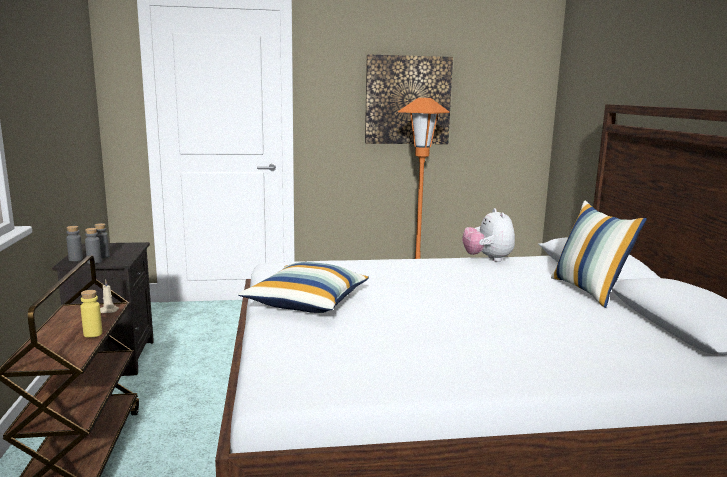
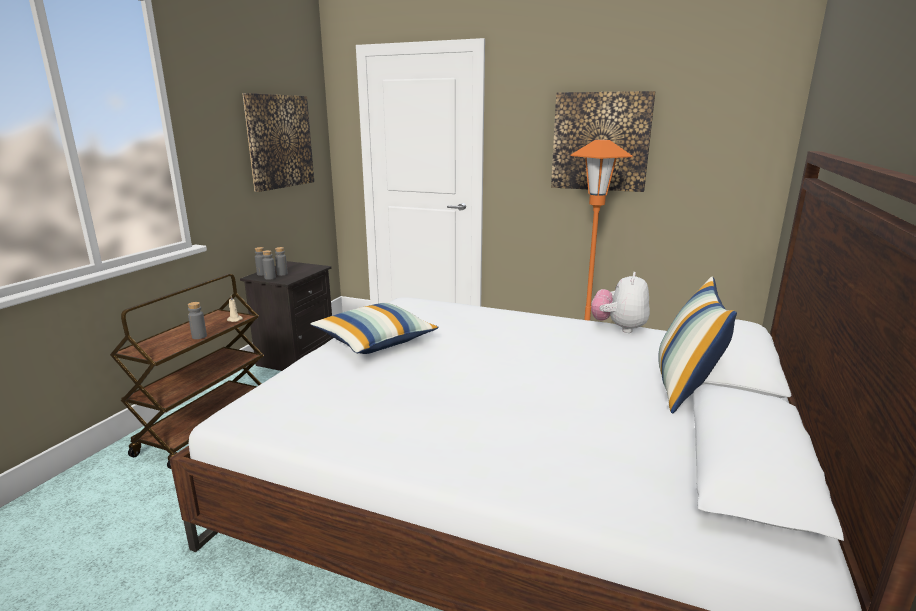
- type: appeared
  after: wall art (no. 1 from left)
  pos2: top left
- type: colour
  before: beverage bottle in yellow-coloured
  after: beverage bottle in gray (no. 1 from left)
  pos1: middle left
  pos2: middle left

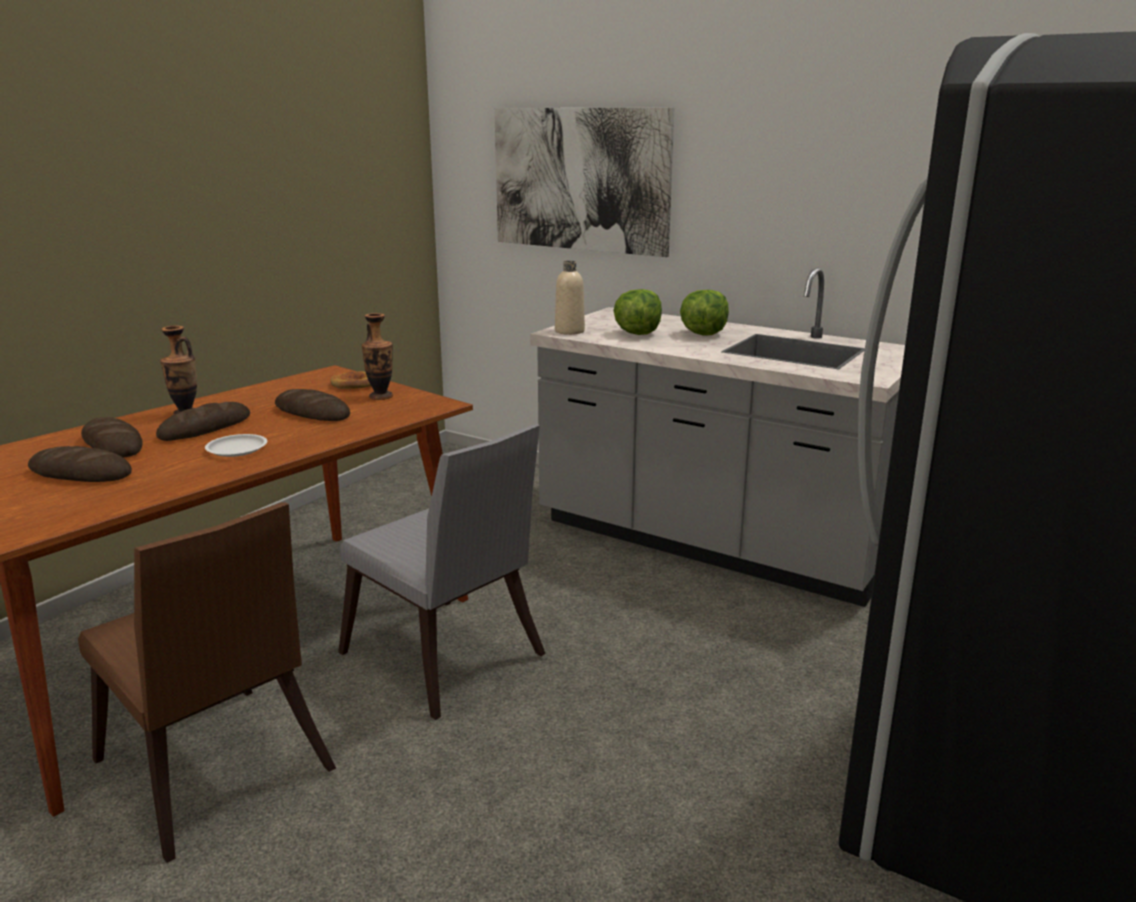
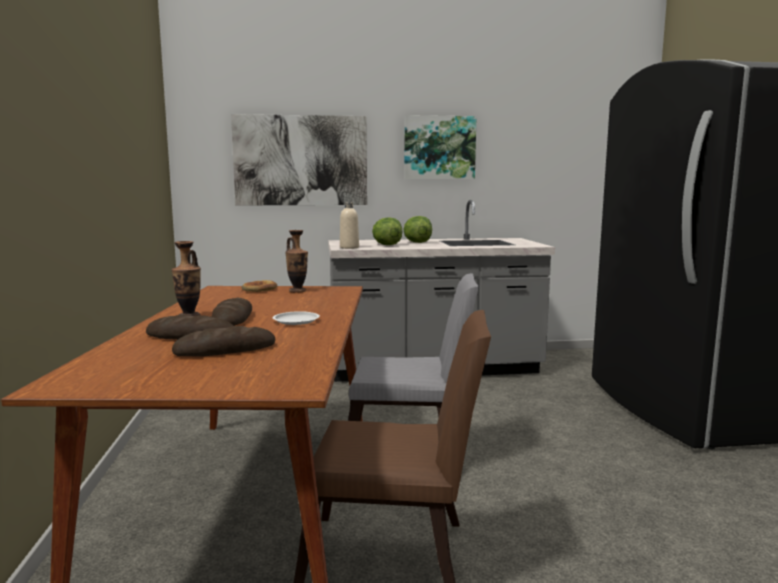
- type: missing
  before: bakery bread (no. 4 from left)
  pos1: middle left
- type: appeared
  after: wall art (no. 2 from left)
  pos2: top centre

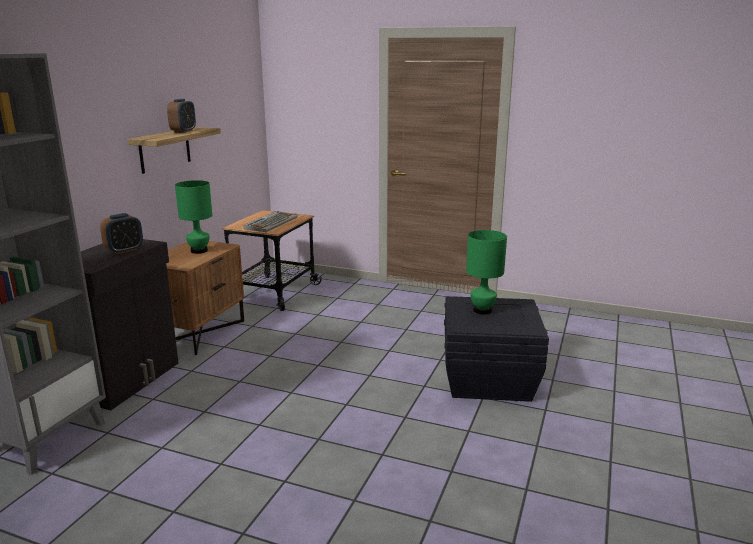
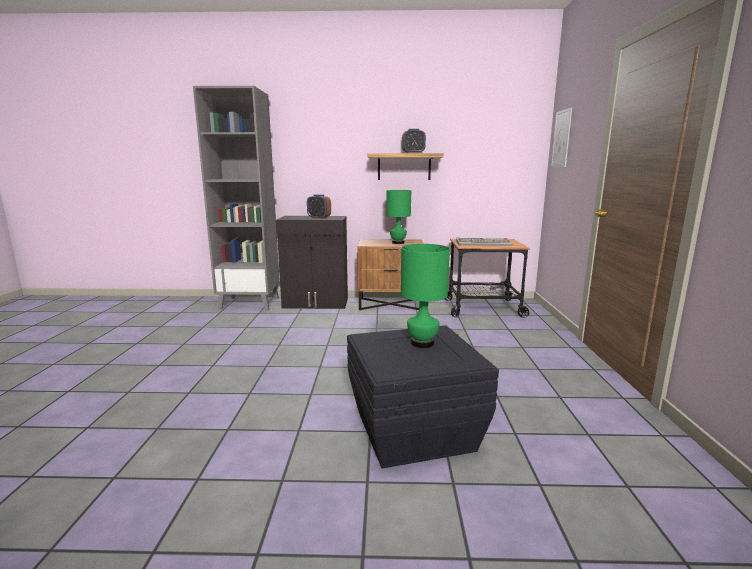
- type: appeared
  after: wall art
  pos2: top right

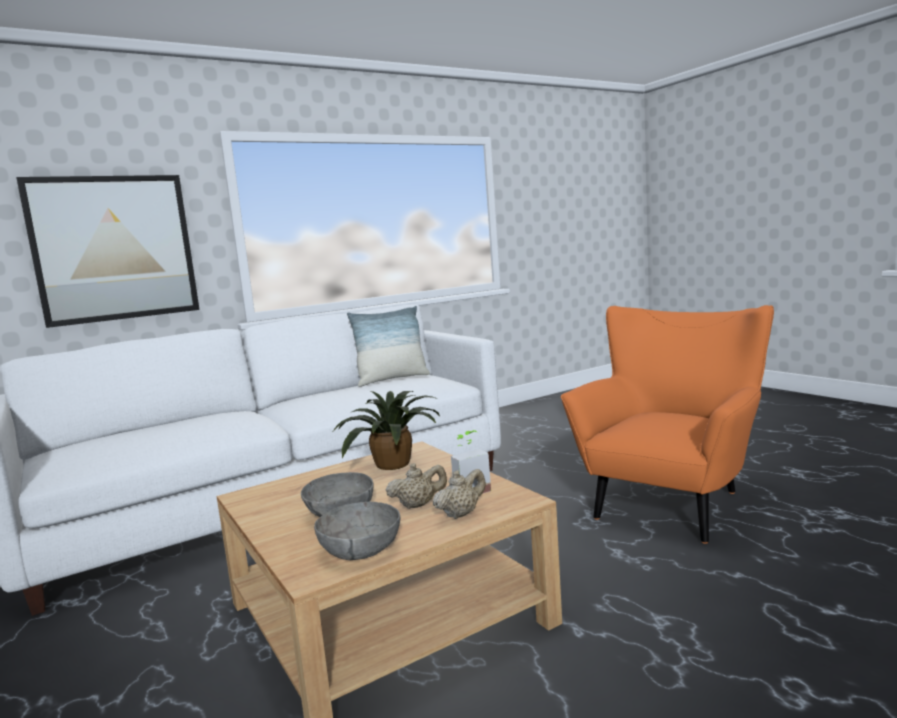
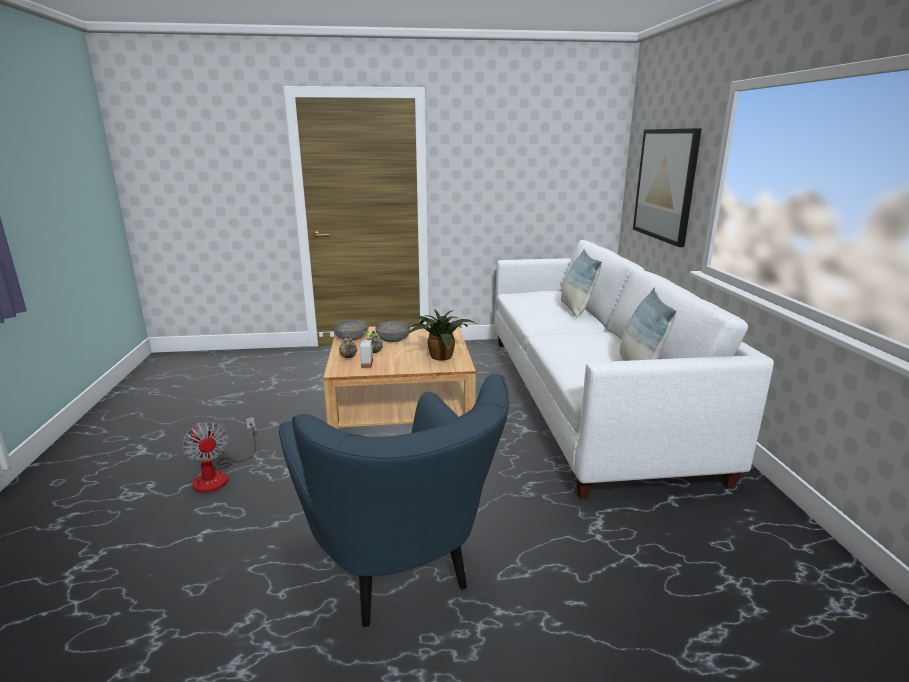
- type: appeared
  after: electric fan
  pos2: bottom left
- type: appeared
  after: throw pillow (no. 1 from left)
  pos2: centre
- type: colour
  before: armchair in orange
  after: armchair in bluish
  pos1: middle right
  pos2: bottom centre

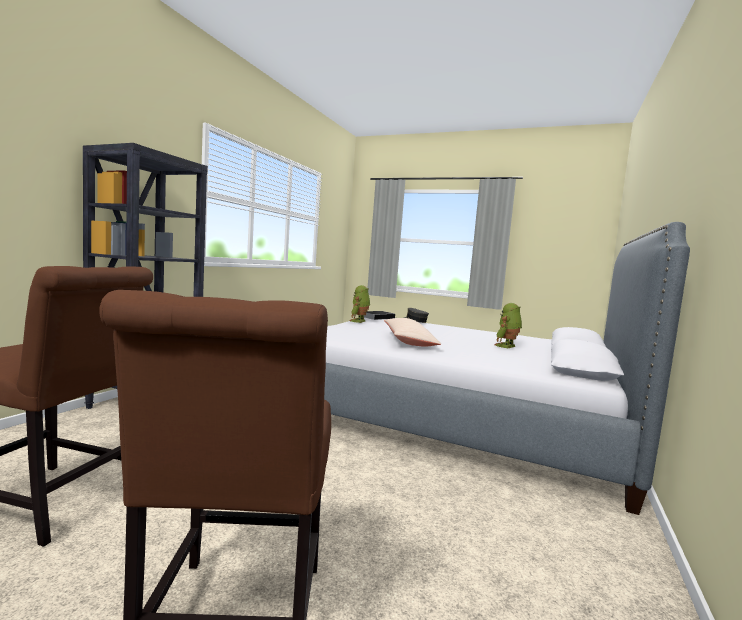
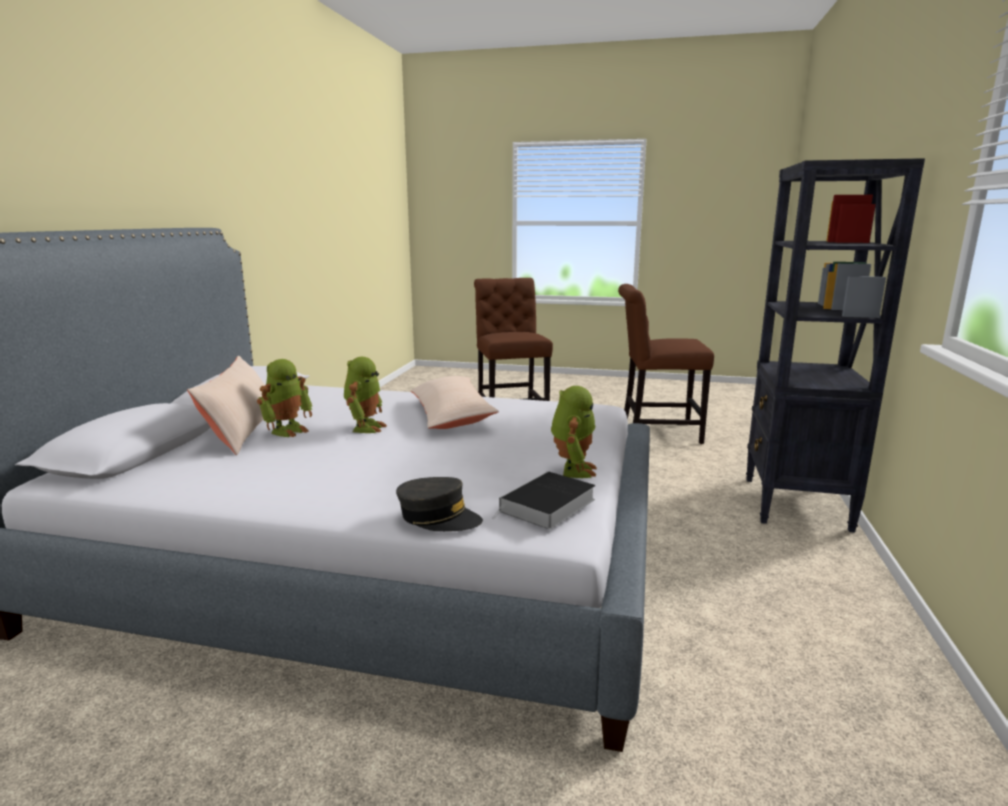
- type: appeared
  after: throw pillow in sand-coloured (no. 1 from left)
  pos2: middle left
- type: appeared
  after: toy robot (no. 2 from left)
  pos2: centre

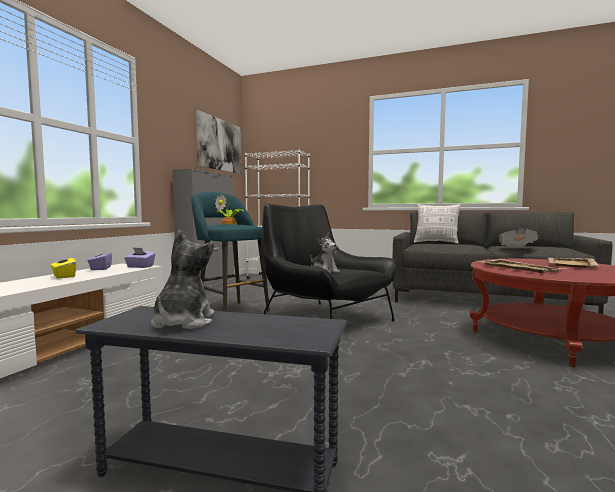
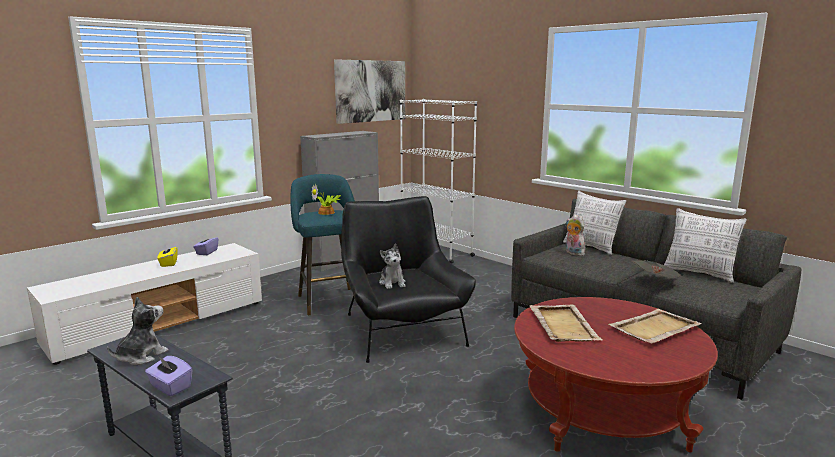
- type: appeared
  after: cuddly toy (no. 3 from left)
  pos2: middle right
- type: appeared
  after: throw pillow (no. 2 from left)
  pos2: middle right
- type: relocated
  before: tissue box in purplish (no. 2 from left in the first image)
  after: tissue box in purplish (no. 1 from left)
  pos1: middle left
  pos2: bottom left

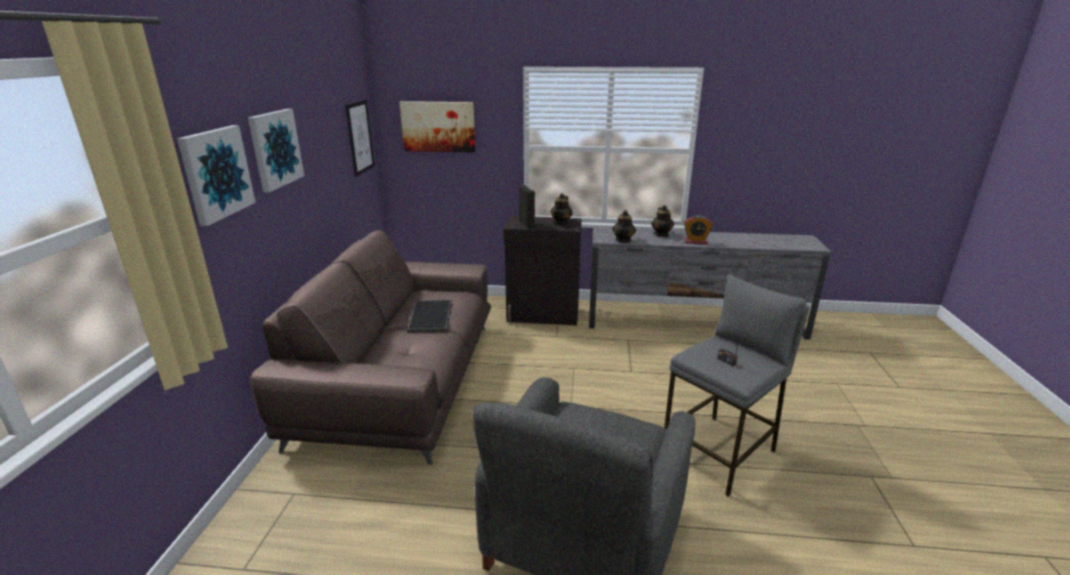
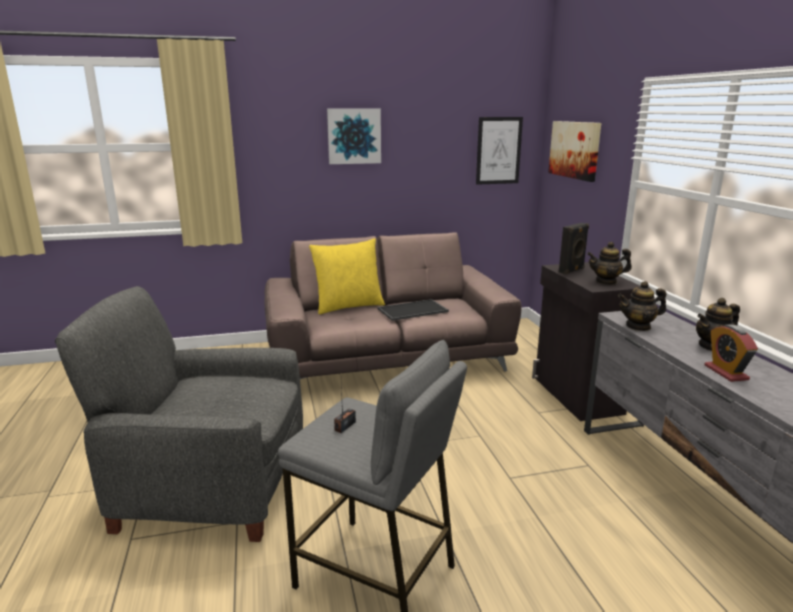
- type: missing
  before: wall art (no. 1 from left)
  pos1: top left
- type: appeared
  after: throw pillow in yellow-coloured
  pos2: centre

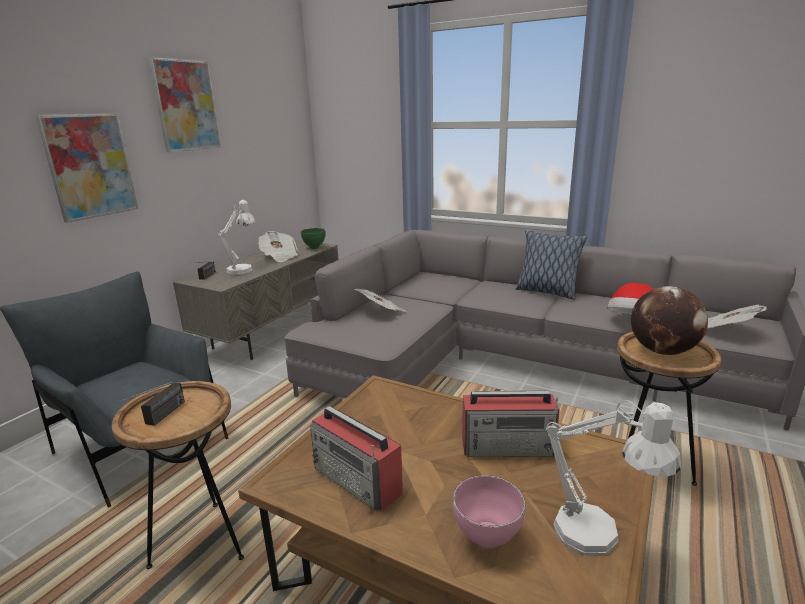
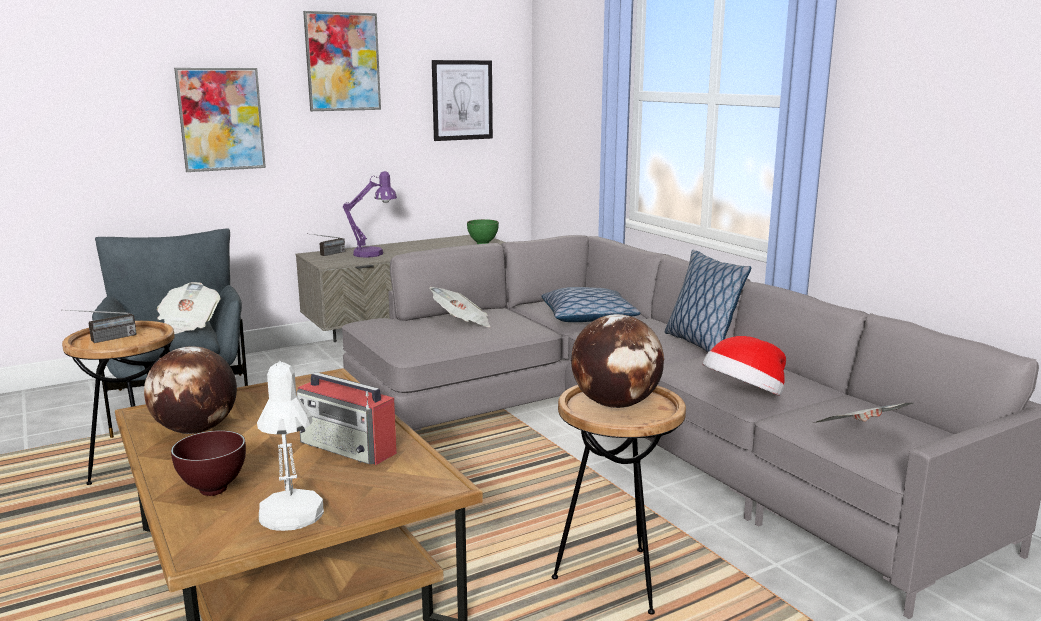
- type: appeared
  after: wall art (no. 3 from left)
  pos2: top centre
- type: appeared
  after: throw pillow (no. 1 from left)
  pos2: centre
- type: relocated
  before: newspaper (no. 1 from left)
  pos1: centre
  pos2: middle left
- type: exchanged
  before: radio receiver (no. 3 from left)
  after: world globe (no. 1 from left)
  pos1: bottom centre
  pos2: middle left
- type: colour
  before: table lamp in white-coloured (no. 1 from left)
  after: table lamp in purplish
  pos1: middle left
  pos2: centre
- type: colour
  before: bowl in pink
  after: bowl in brown-coloured
  pos1: bottom centre
  pos2: bottom left

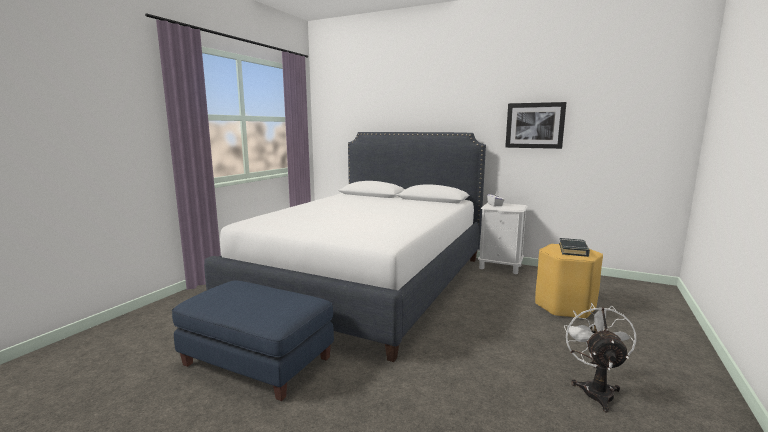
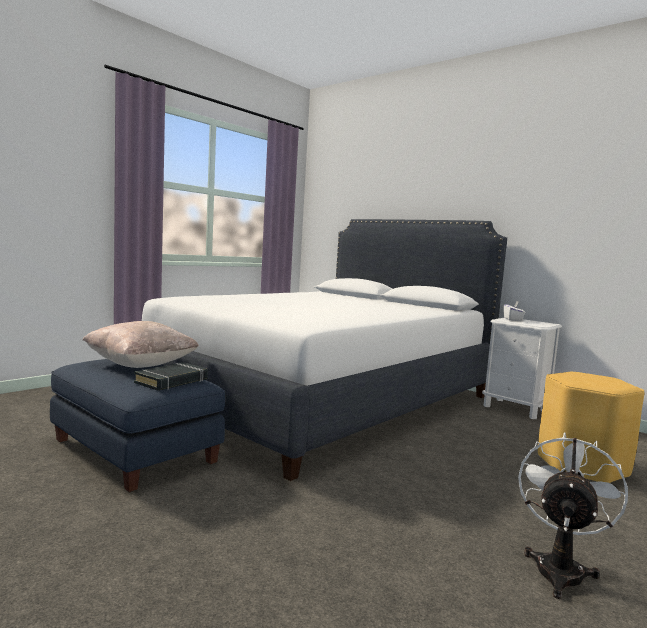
- type: missing
  before: wall art
  pos1: top right
- type: appeared
  after: throw pillow in sand-coloured
  pos2: middle left
- type: relocated
  before: book in black-coloured
  pos1: middle right
  pos2: middle left

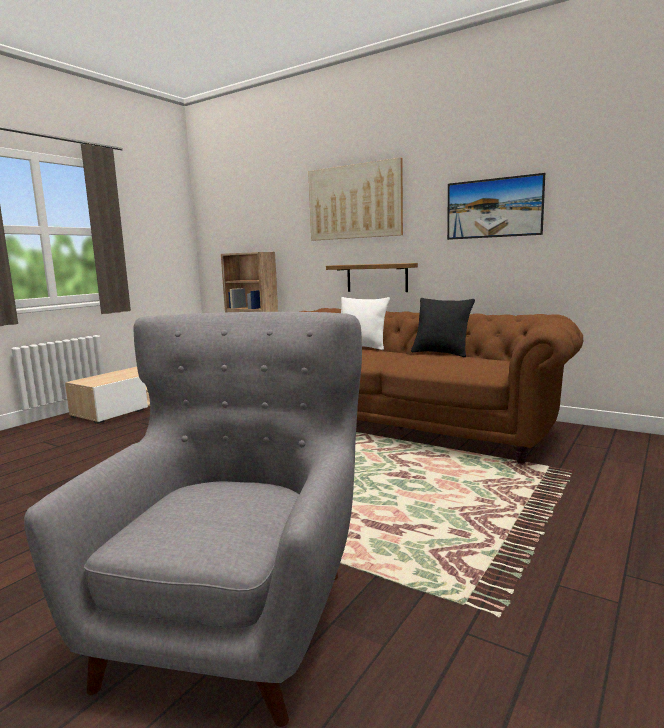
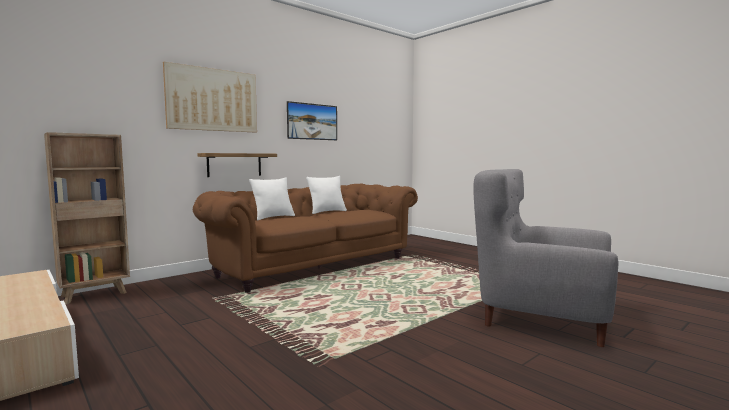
- type: colour
  before: throw pillow in black-coloured
  after: throw pillow in white-coloured (no. 2 from left)
  pos1: middle right
  pos2: centre

